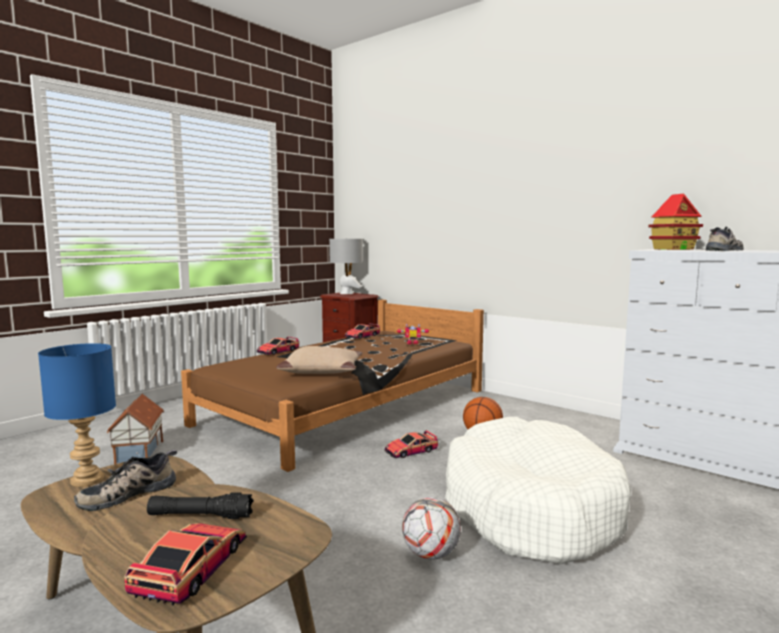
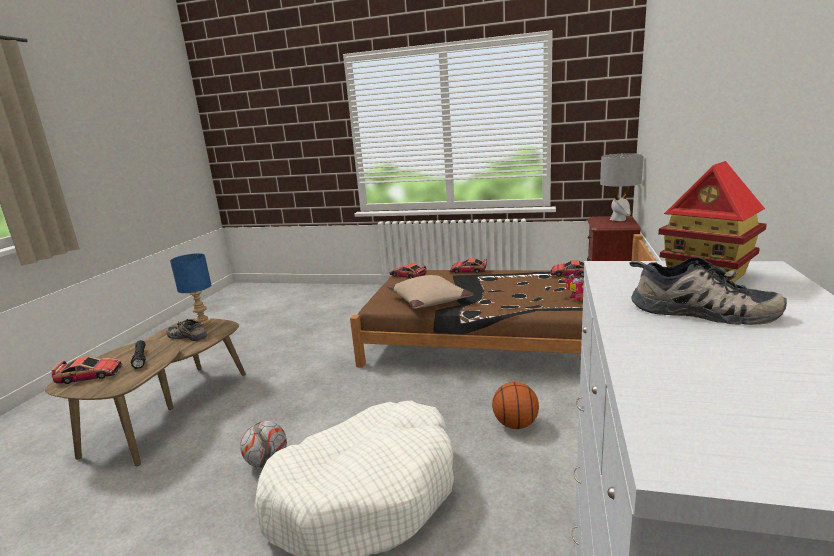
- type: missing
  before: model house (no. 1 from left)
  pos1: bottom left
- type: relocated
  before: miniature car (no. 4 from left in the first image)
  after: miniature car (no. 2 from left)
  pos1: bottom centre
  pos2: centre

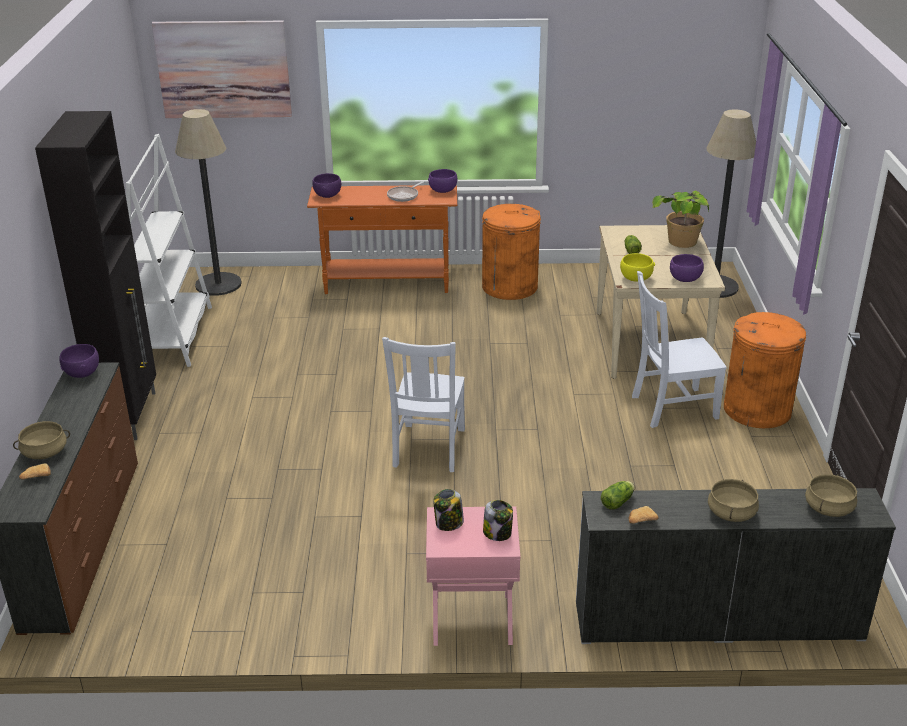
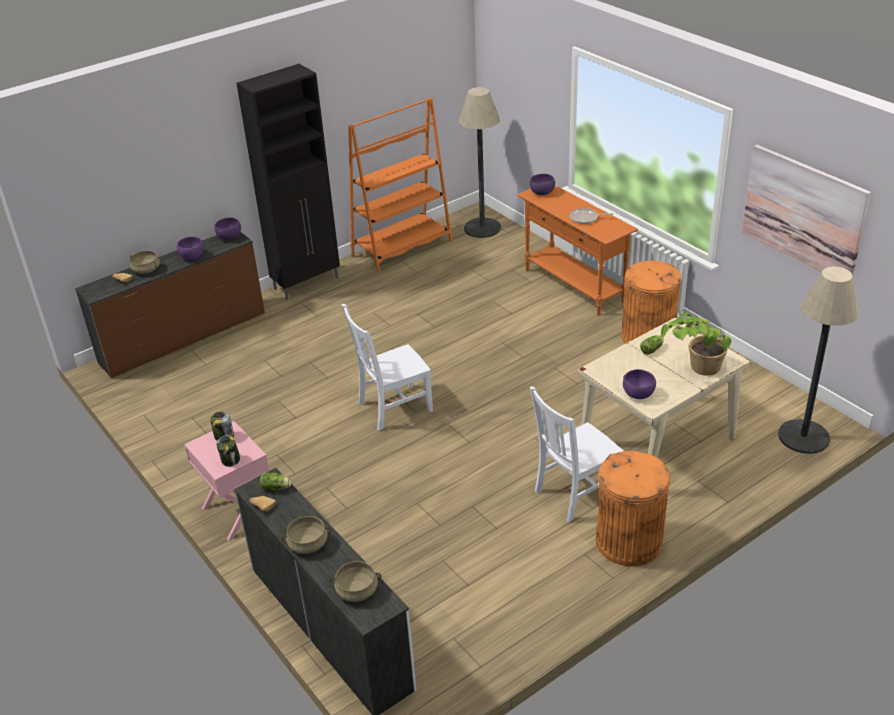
- type: missing
  before: bowl in yellow-coloured
  pos1: middle right
- type: relocated
  before: wall art
  pos1: top left
  pos2: top right
- type: relocated
  before: bowl in purplish (no. 3 from left in the first image)
  after: bowl in purplish (no. 1 from left)
  pos1: top centre
  pos2: middle left
- type: colour
  before: shelving unit in white-coloured
  after: shelving unit in orange
  pos1: middle left
  pos2: top centre
- type: spun
  before: chair in white-coloured (no. 2 from left)
  pos1: middle right
  pos2: centre
  turn: -75

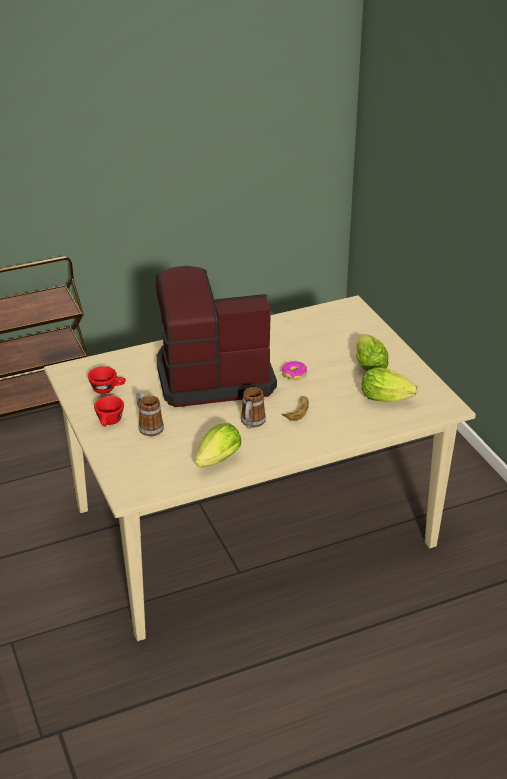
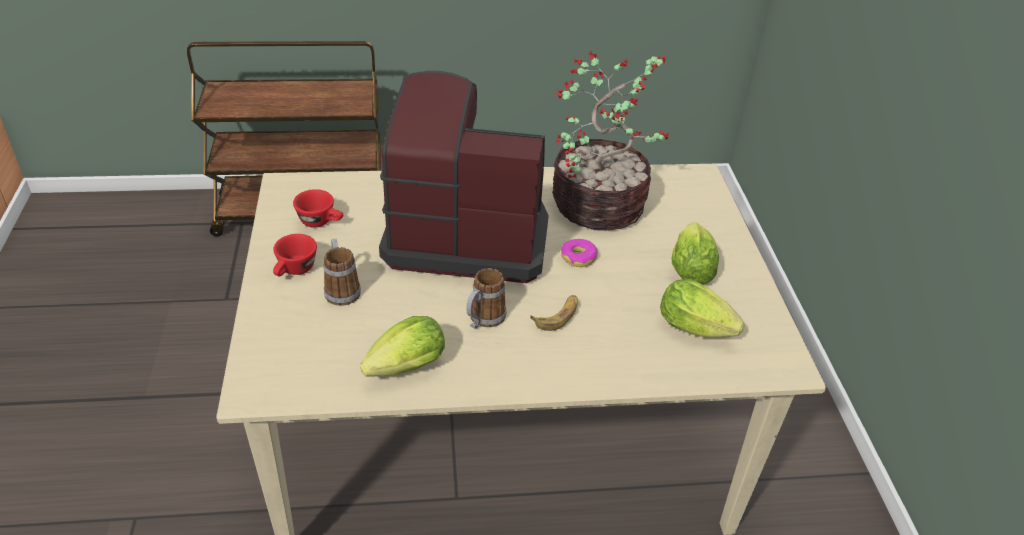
- type: appeared
  after: houseplant
  pos2: top centre

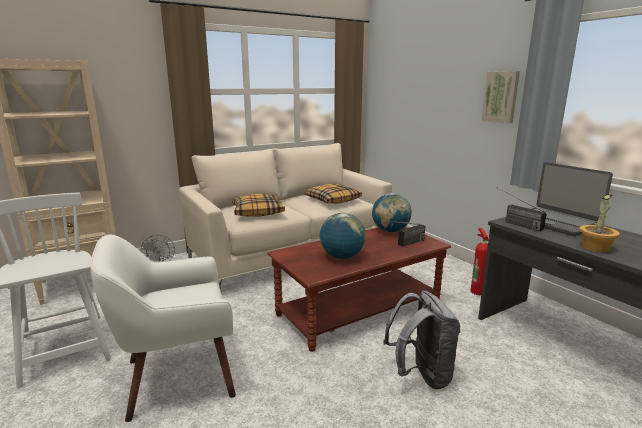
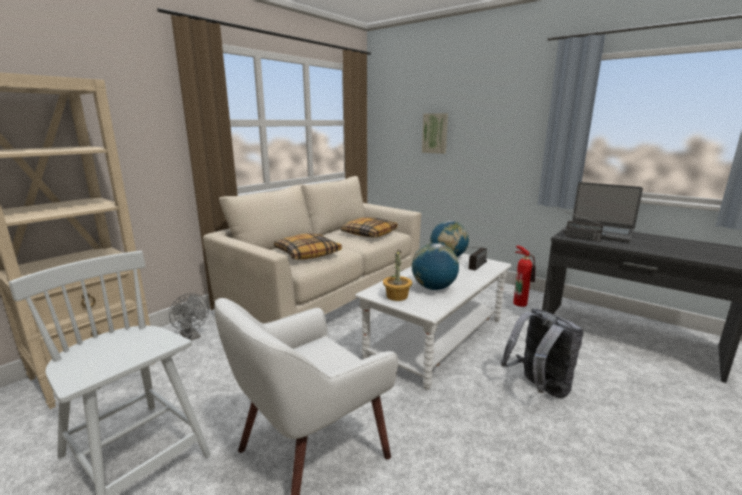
- type: relocated
  before: wall art
  pos1: top right
  pos2: top centre
- type: relocated
  before: houseplant
  pos1: middle right
  pos2: centre
- type: colour
  before: low table in brown-coloured
  after: low table in white-coloured
  pos1: bottom centre
  pos2: centre

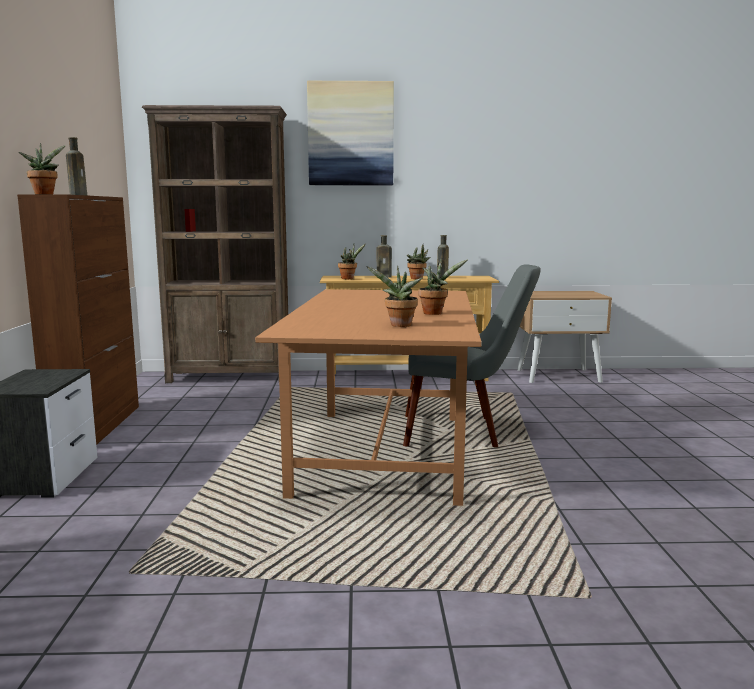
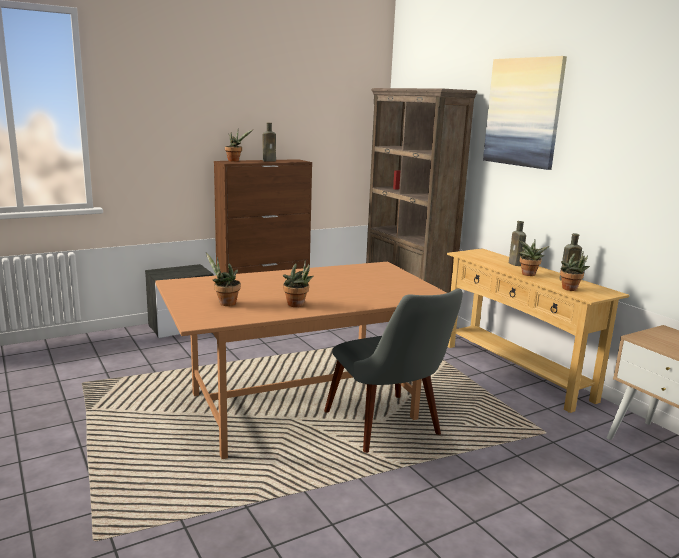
- type: relocated
  before: houseplant (no. 2 from left in the first image)
  after: houseplant (no. 5 from left)
  pos1: centre
  pos2: middle right

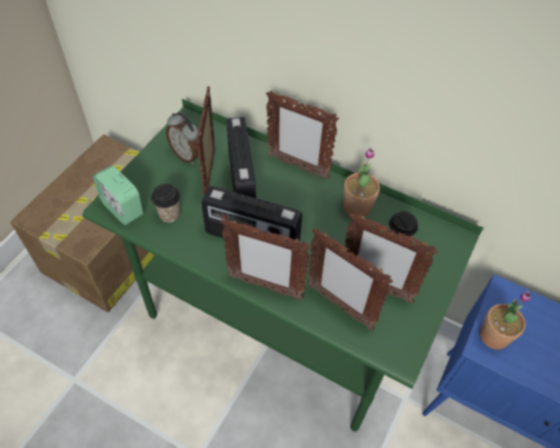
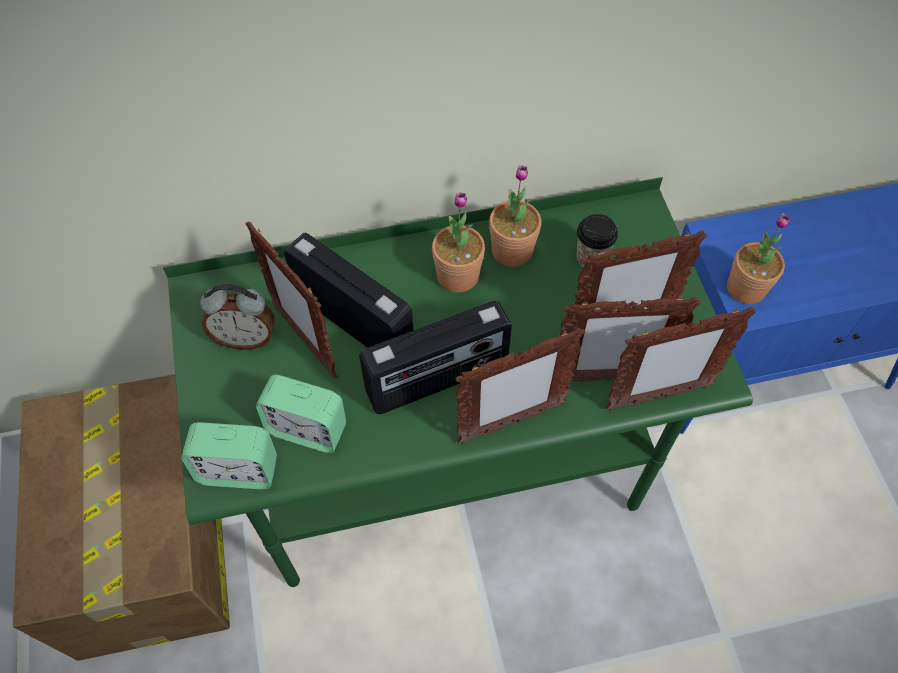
- type: appeared
  after: houseplant (no. 1 from left)
  pos2: centre
- type: relocated
  before: photo frame (no. 3 from left in the first image)
  after: photo frame (no. 5 from left)
  pos1: top centre
  pos2: middle right
- type: exchanged
  before: drinking cup (no. 1 from left)
  after: table clock (no. 3 from left)
  pos1: middle left
  pos2: centre

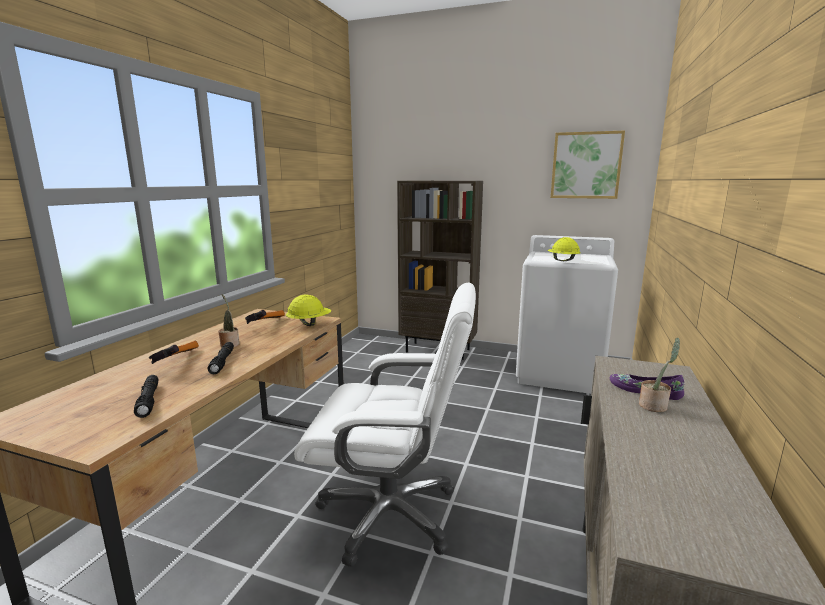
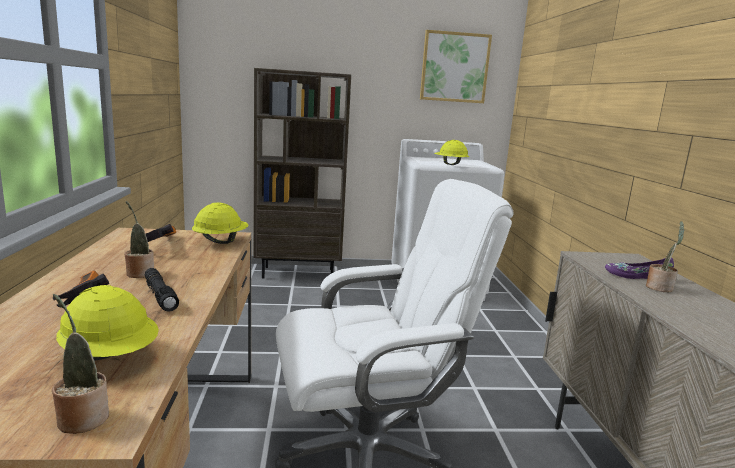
- type: appeared
  after: houseplant (no. 1 from left)
  pos2: bottom left
- type: exchanged
  before: torch in black-coloured (no. 1 from left)
  after: work helmet in yellow-coloured (no. 1 from left)
  pos1: middle left
  pos2: bottom left

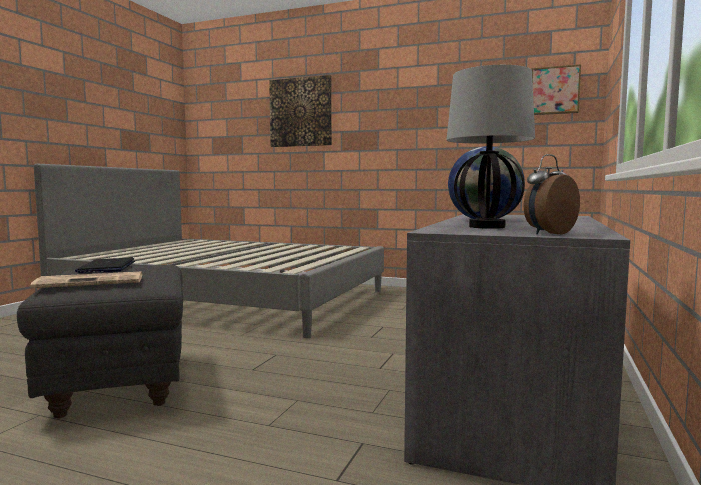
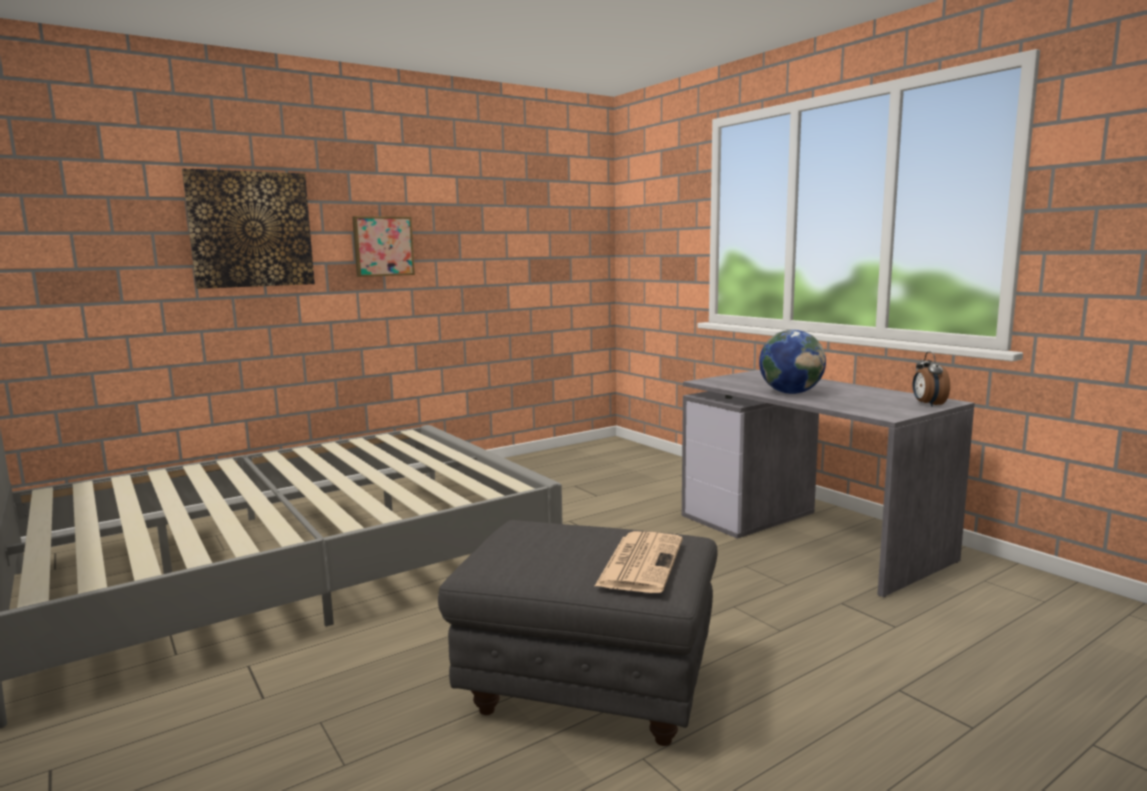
- type: missing
  before: notebook computer
  pos1: middle left
- type: missing
  before: table lamp
  pos1: top right
- type: relocated
  before: wall art (no. 2 from left)
  pos1: top right
  pos2: top centre

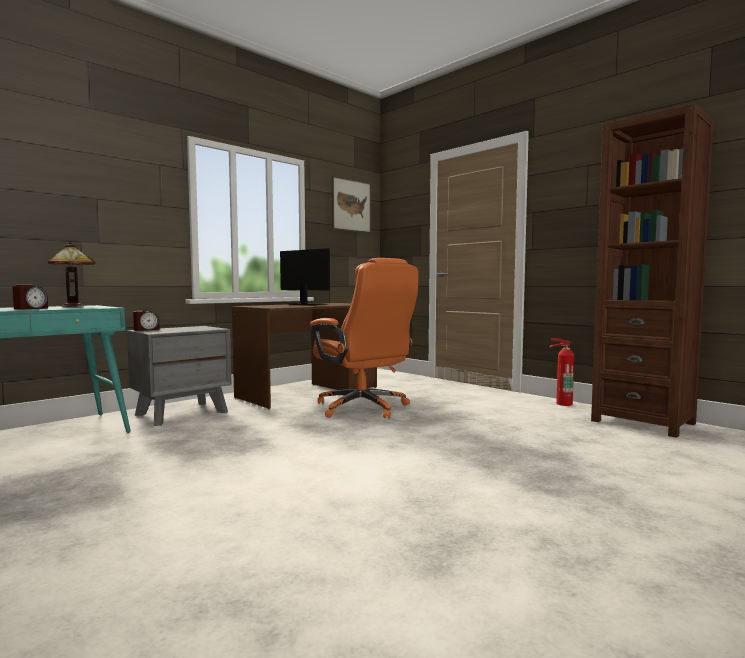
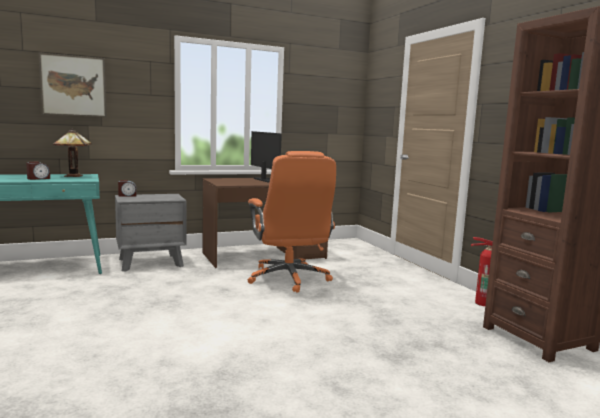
- type: relocated
  before: wall art
  pos1: top centre
  pos2: top left

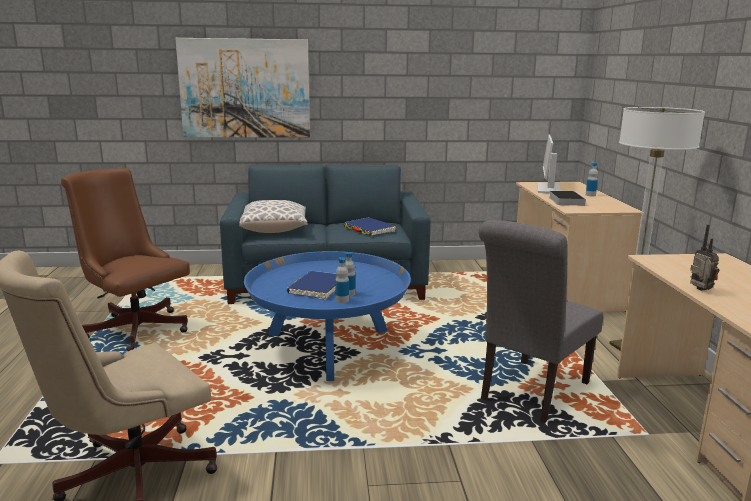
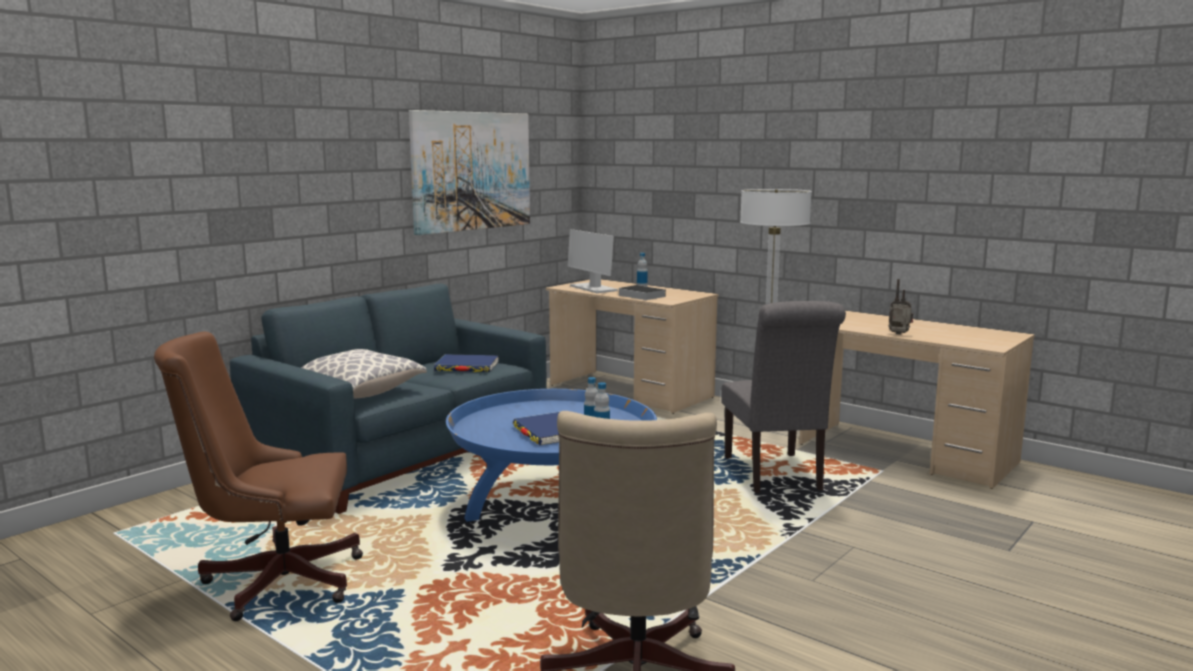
- type: relocated
  before: wall art
  pos1: top left
  pos2: top centre

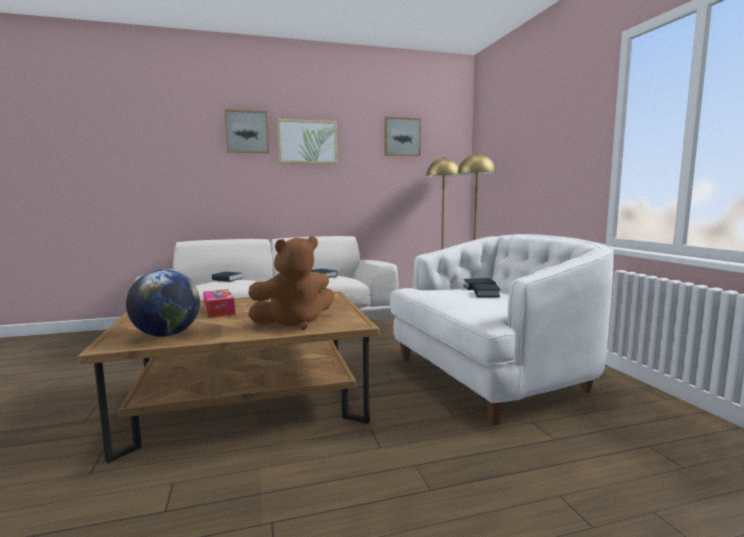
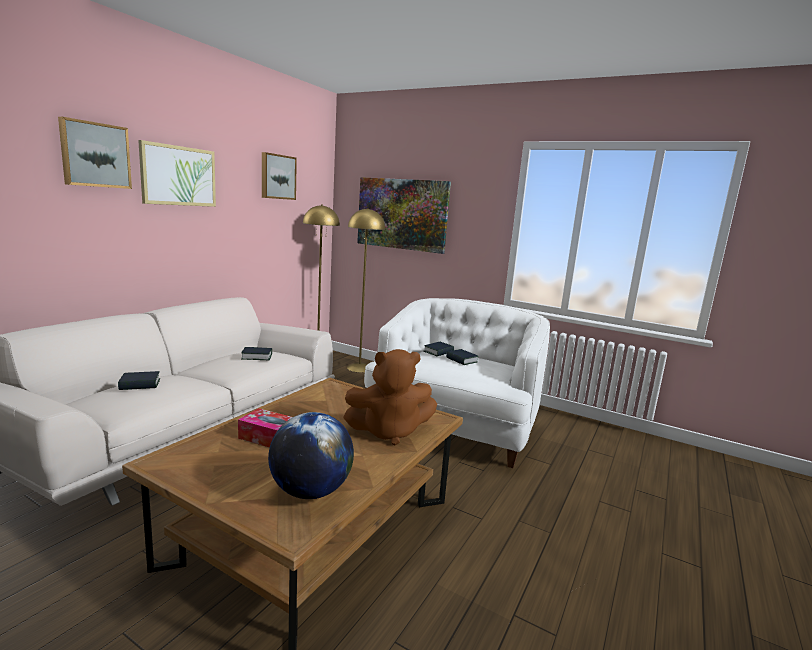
- type: appeared
  after: wall art (no. 4 from left)
  pos2: top centre
- type: spun
  before: cuddly toy in brown-coloured
  pos1: centre
  pos2: centre
  turn: 60

